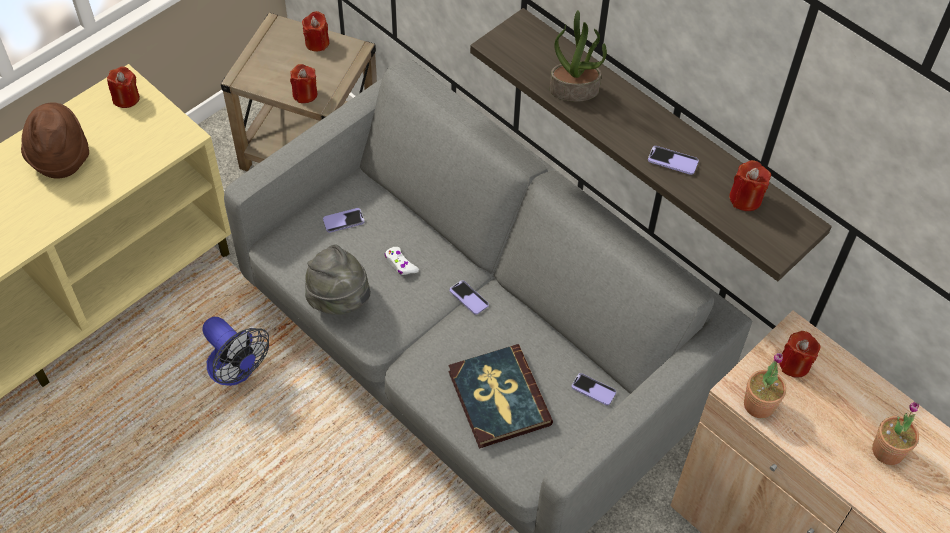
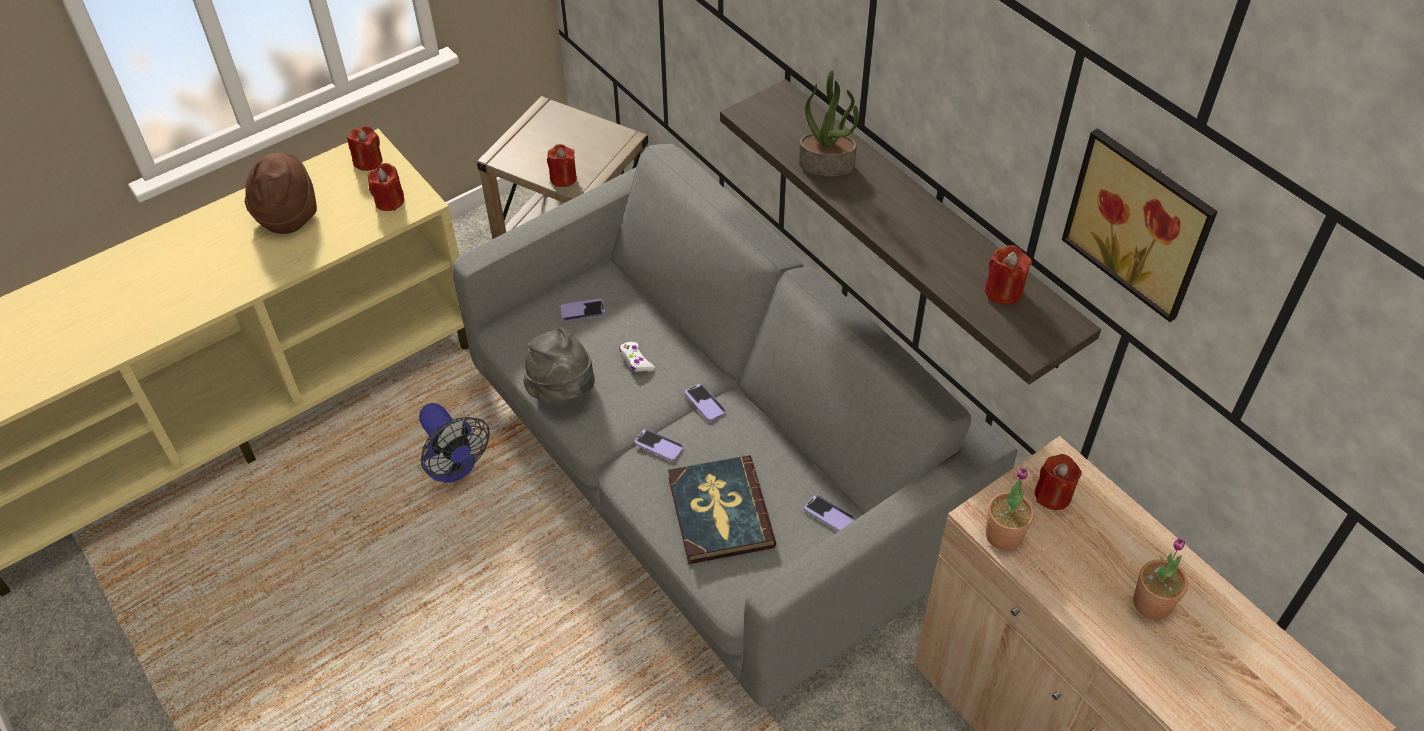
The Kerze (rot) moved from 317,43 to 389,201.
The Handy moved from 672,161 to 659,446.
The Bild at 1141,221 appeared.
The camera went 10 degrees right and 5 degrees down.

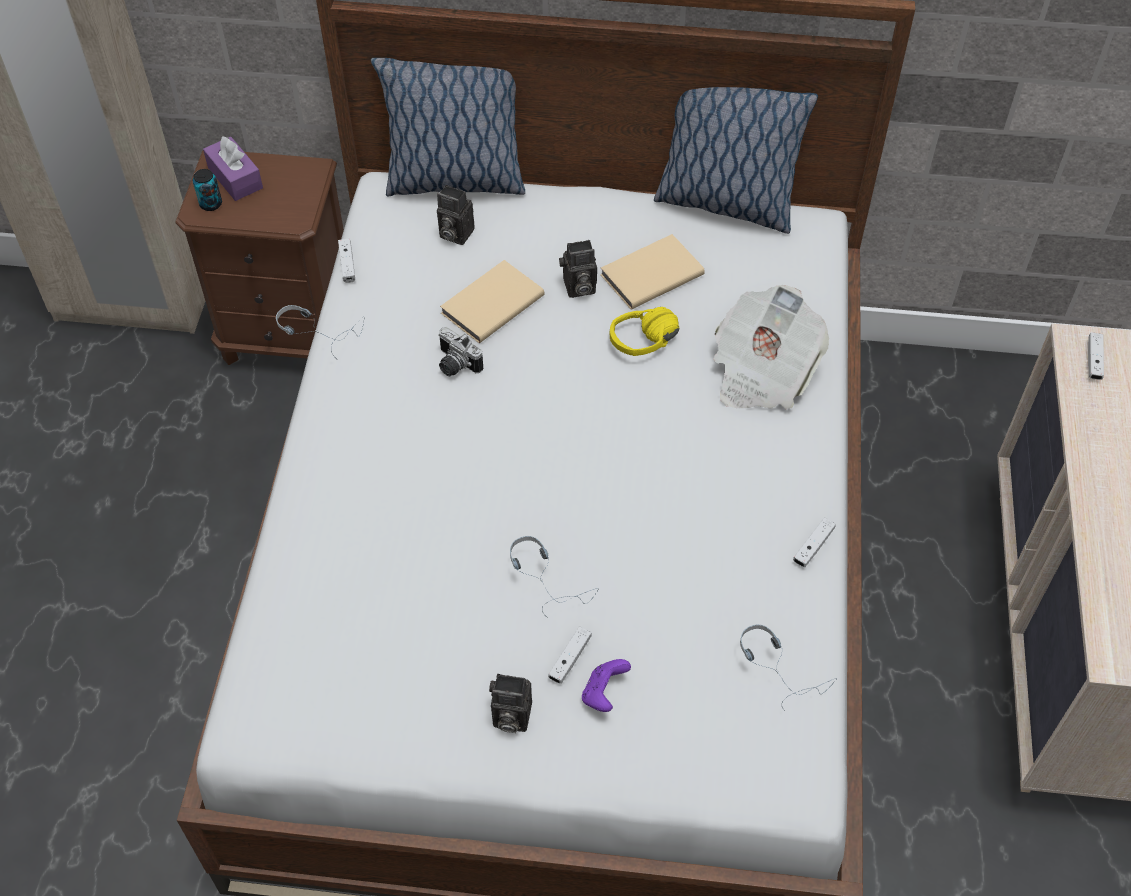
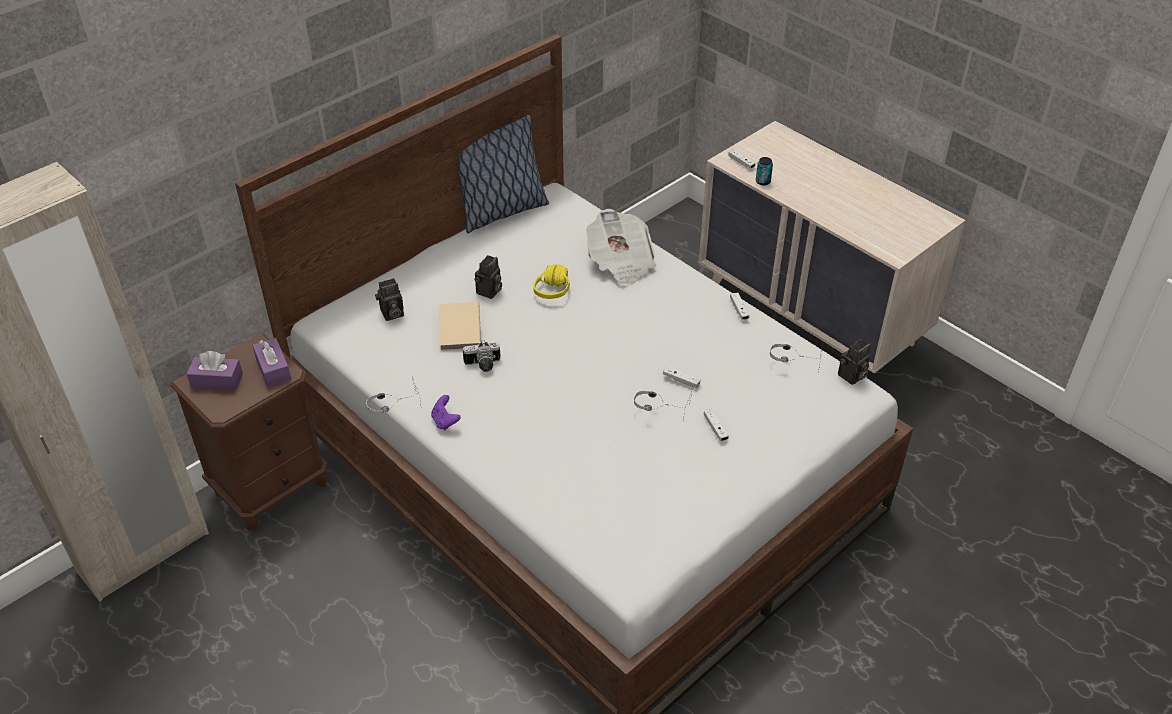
The Dose moved from 211,204 to 763,181.
The Gamepad (weiß) moved from 347,264 to 681,380.
The Kissen at 454,181 disappeared.
The Kamera moved from 509,717 to 852,377.
The Gamepad (lila) moved from 603,693 to 445,421.
The Buch (beige) at 649,274 disappeared.
The Taschentuchbox (lila) at 273,369 appeared.
The camera went 50 degrees left and 10 degrees down.

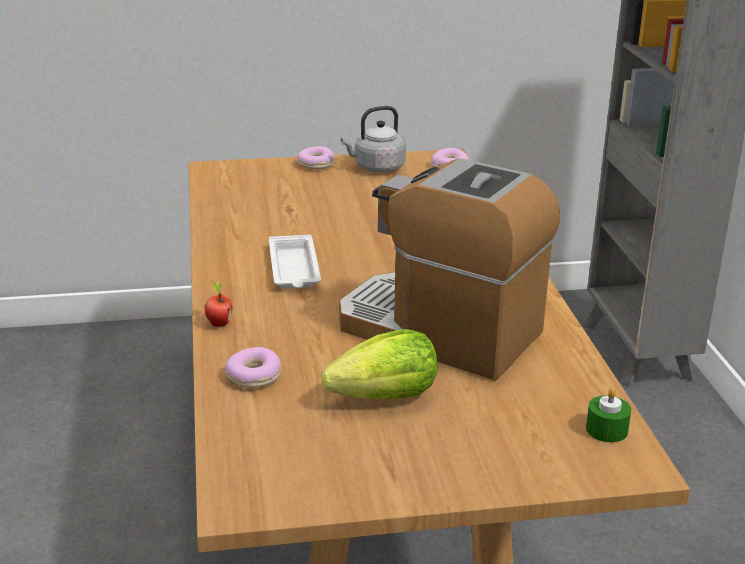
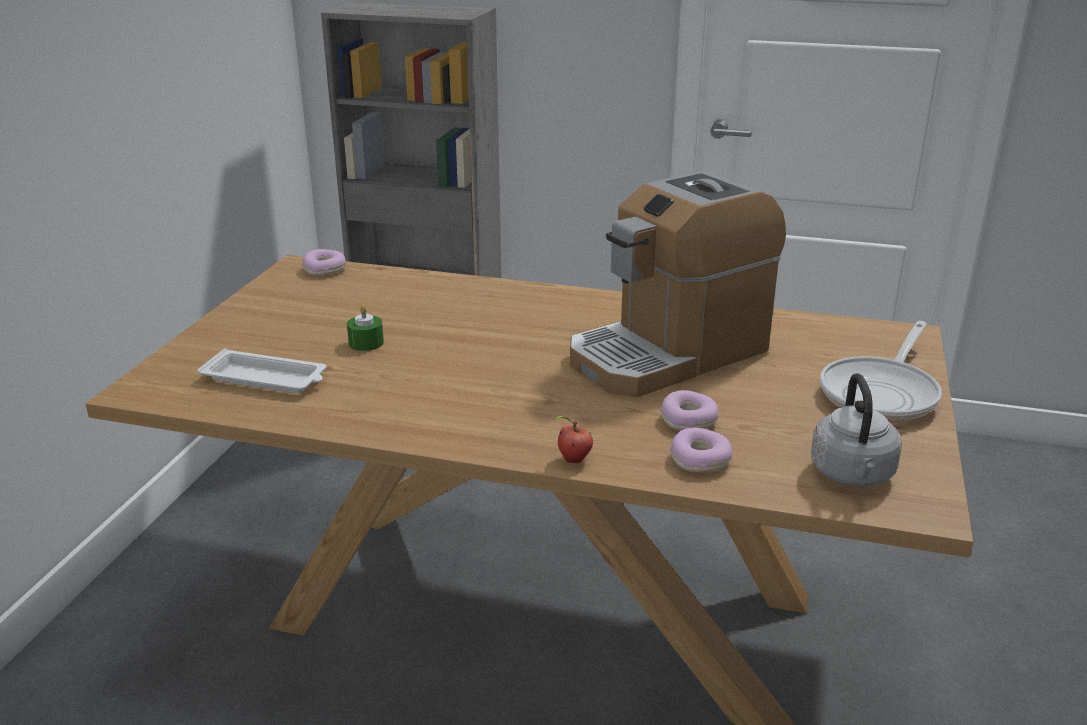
The Tablett (weiß) moved from 294,269 to 266,379.
The Donut moved from 316,165 to 688,420.
The Salatkopf at 386,398 disappeared.
The Wasserkessel (grau) moved from 376,168 to 852,475.
The Kerze (grün) moved from 606,430 to 366,343.
The Pfanne at 882,393 appeared.
The camera went 65 degrees left and 0 degrees up.

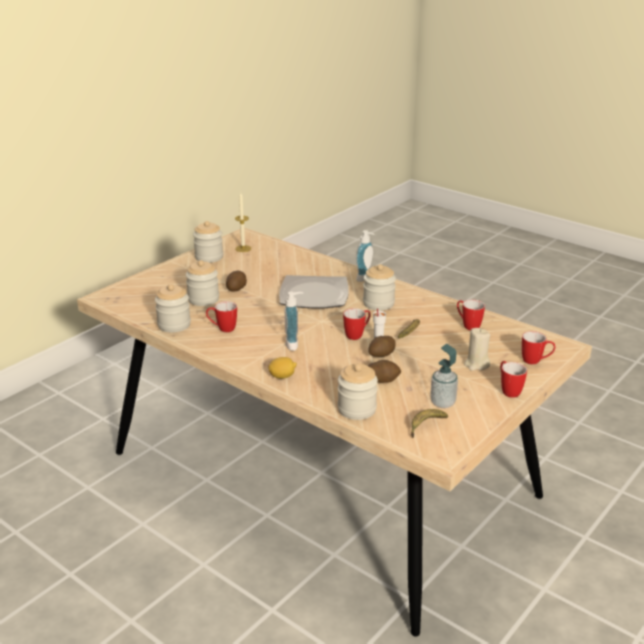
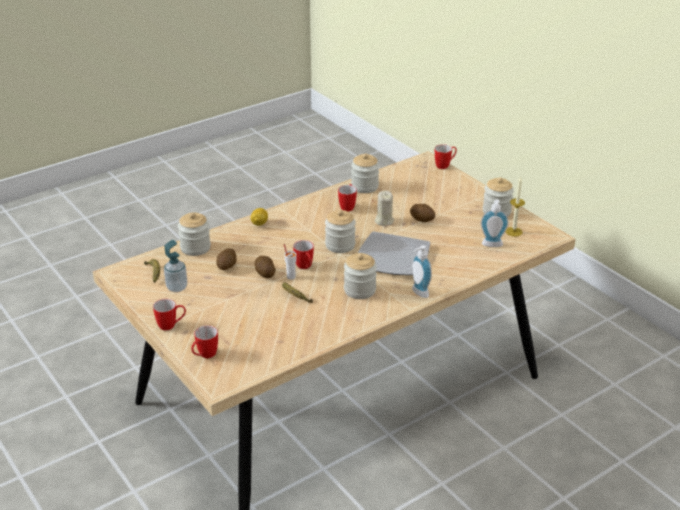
The Vorratsglas moved from 203,299 to 340,245.
The Seifenspender moved from 294,344 to 492,246.
The Henkelbecher moved from 468,325 to 445,165.
The Kerze (beige) moved from 476,364 to 384,221.
The camera went 105 degrees right and 5 degrees up.

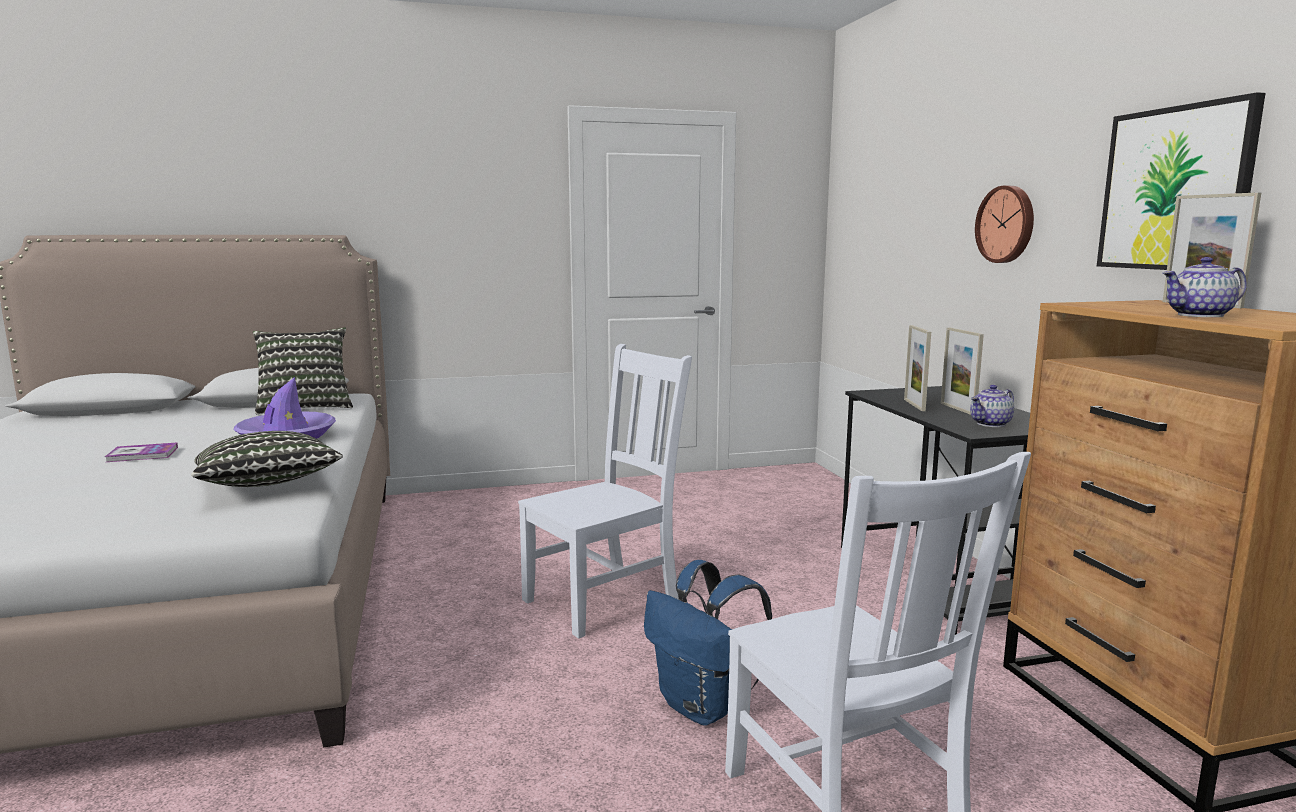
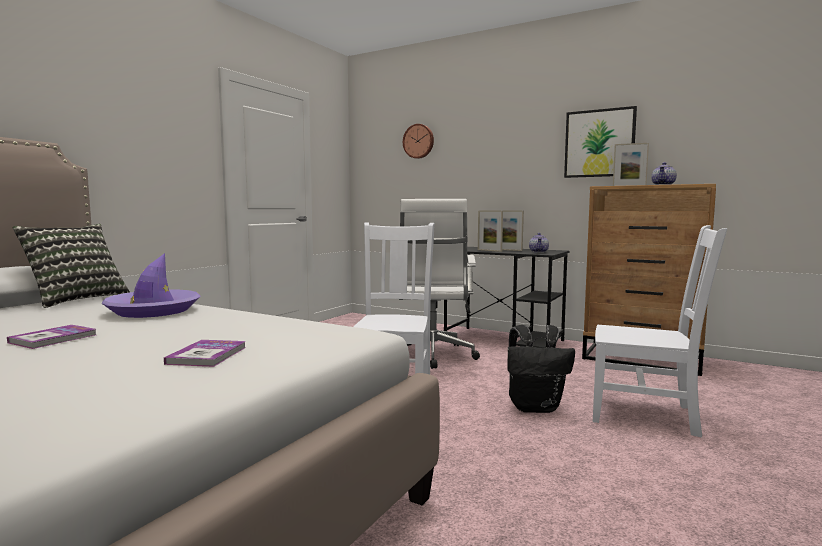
The Kissen at 267,485 disappeared.
The Rucksack (blau) at 704,707 became the Rucksack (schwarz) at 535,407.
The Wanduhr moved from 1007,224 to 419,141.
The Buch at 207,355 appeared.
The Bürostuhl (weiß) at 432,356 appeared.
The camera went 45 degrees left and 5 degrees down.

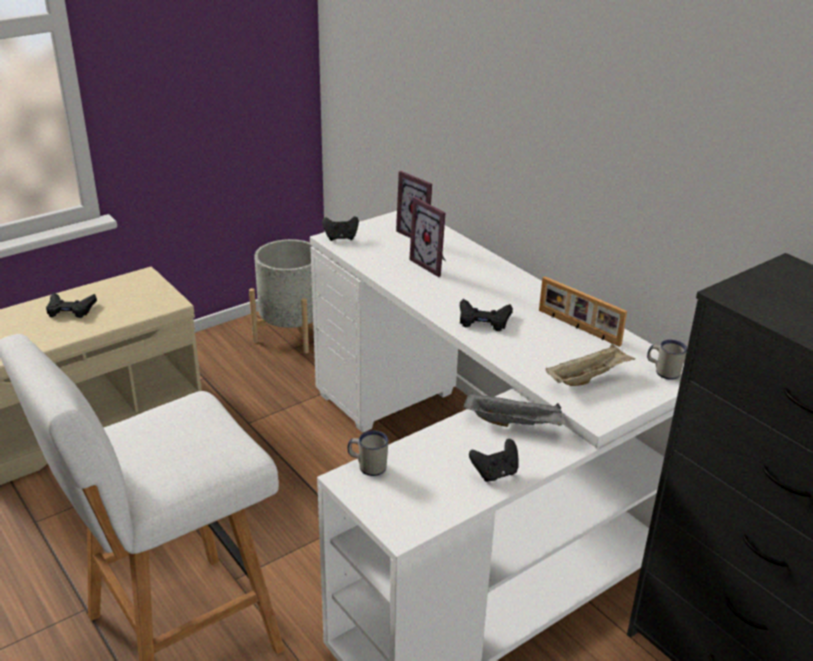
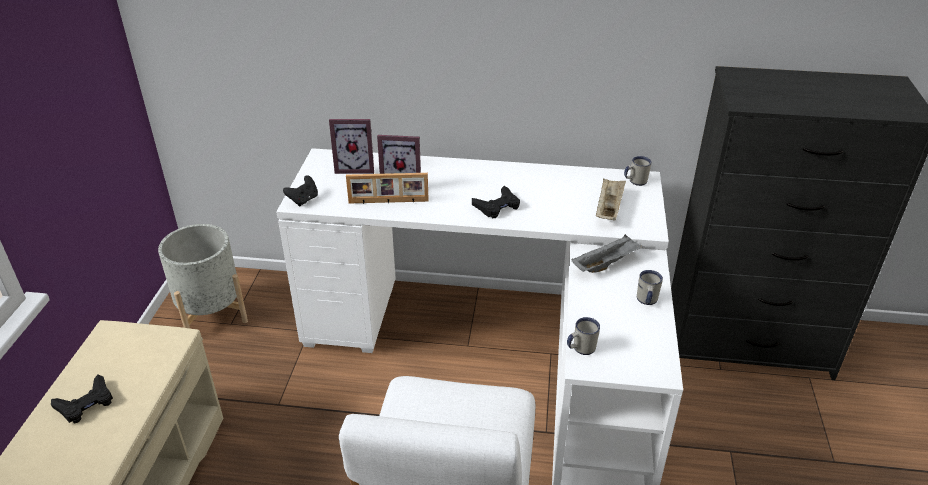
The Gamepad (schwarz) at 495,473 was replaced by the Henkelbecher (weiß) at 646,301.
The Bilderrahmen moved from 578,328 to 388,202.
The camera went 45 degrees left and 5 degrees up.

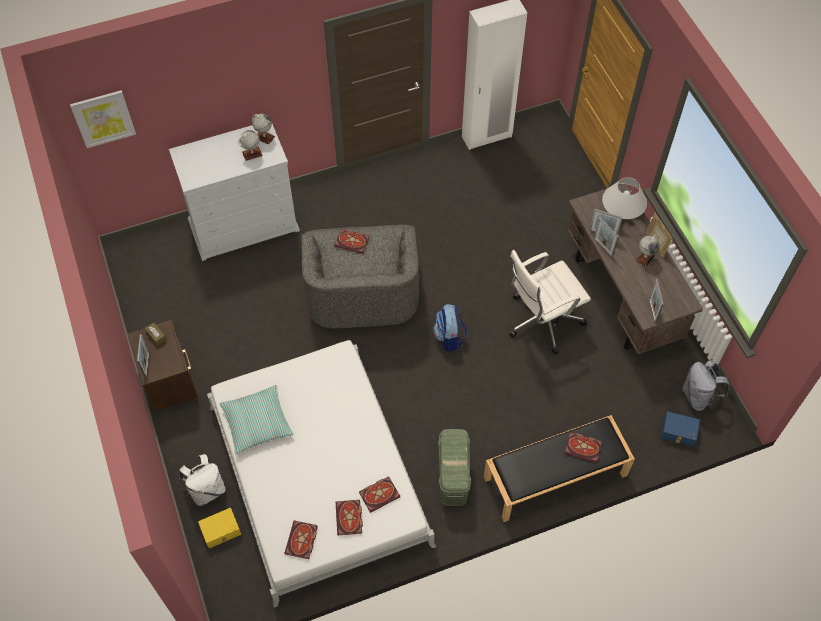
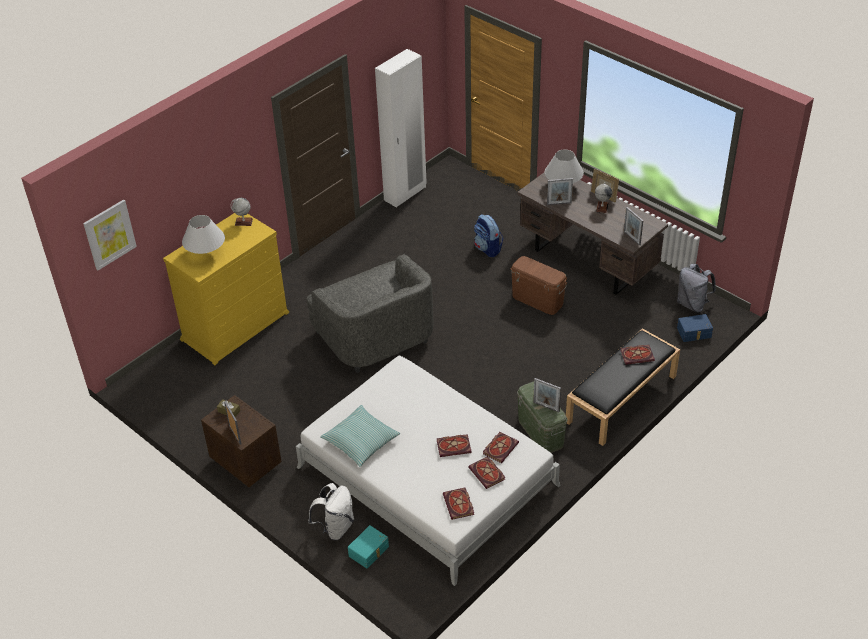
The Kommode (weiß) at 244,225 became the Kommode (gelb) at 235,326.
The Aufbewahrungsbox (gelb) at 221,531 became the Aufbewahrungsbox (türkis) at 369,551.
The Globus at 252,154 disappeared.
The Buch moved from 353,242 to 454,446.
The Rucksack moved from 449,337 to 488,249.
The Bürostuhl (weiß) at 542,320 was replaced by the Aufbewahrungsbox (braun) at 537,300.
The Bilderrahmen moved from 603,247 to 546,407.
The Tischlampe (weiß) at 206,253 appeared.
The camera went 25 degrees left and 15 degrees down.

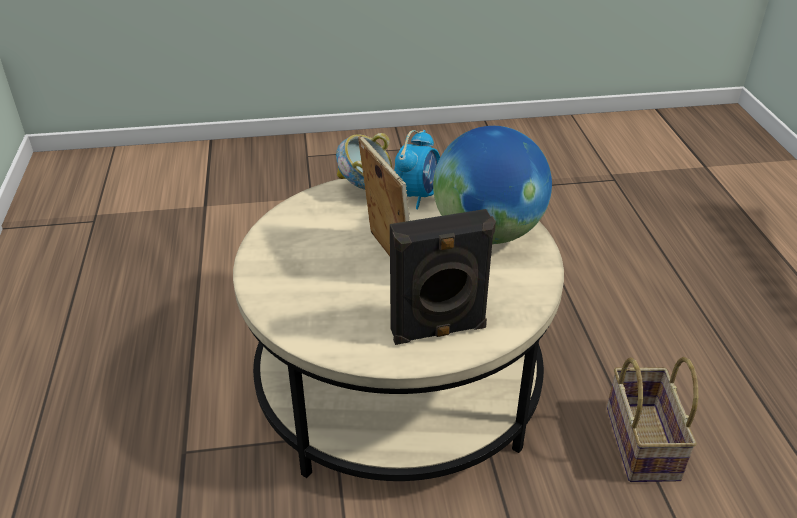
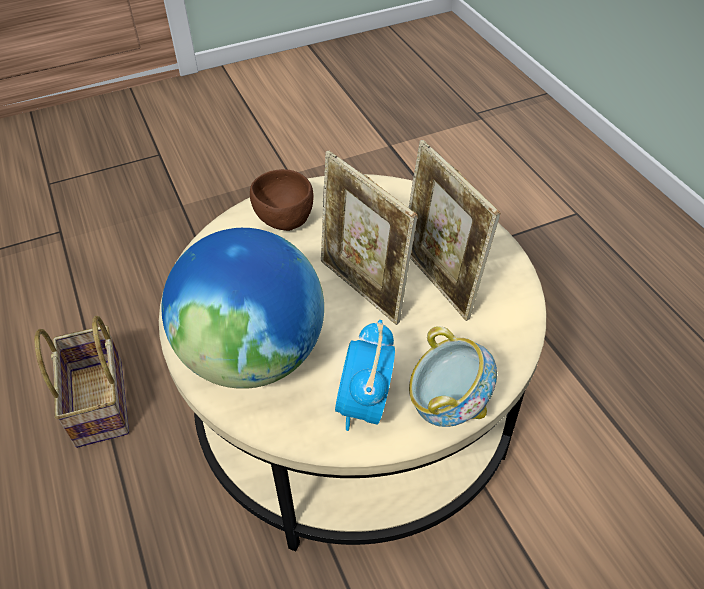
The Lautsprecher (schwarz) at 439,331 was replaced by the Schüssel (braun) at 283,220.
The Bilderrahmen at 439,282 appeared.
The camera went 165 degrees right and 10 degrees up.

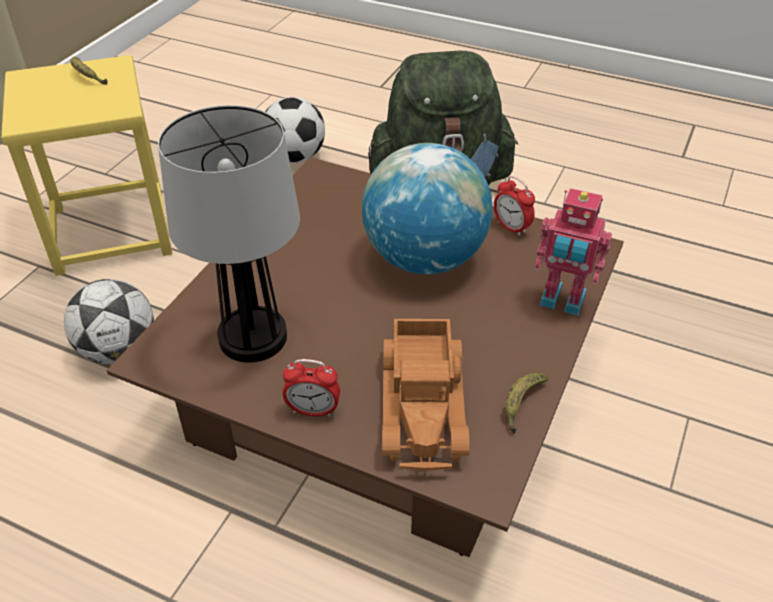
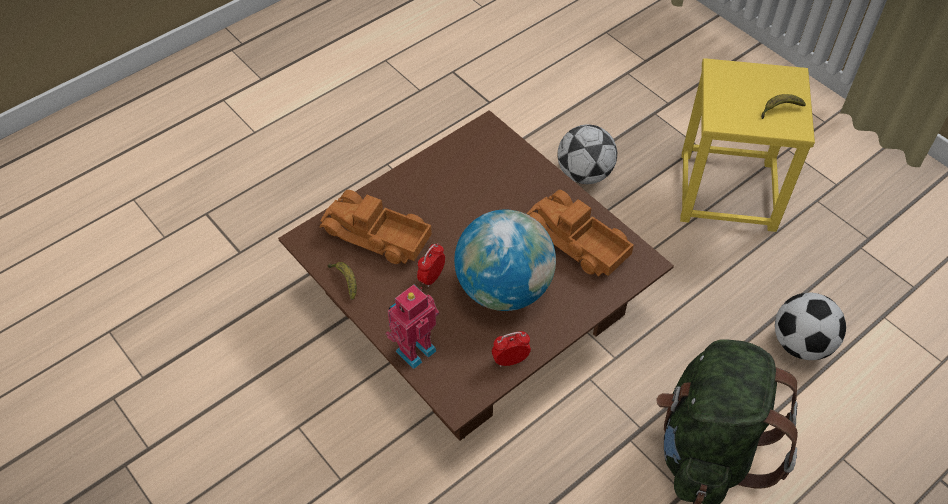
The Tischlampe at 253,338 disappeared.
The Wecker moved from 313,410 to 432,277.
The Spielzeuglaster at 576,242 appeared.
The camera went 115 degrees right and 10 degrees up.

